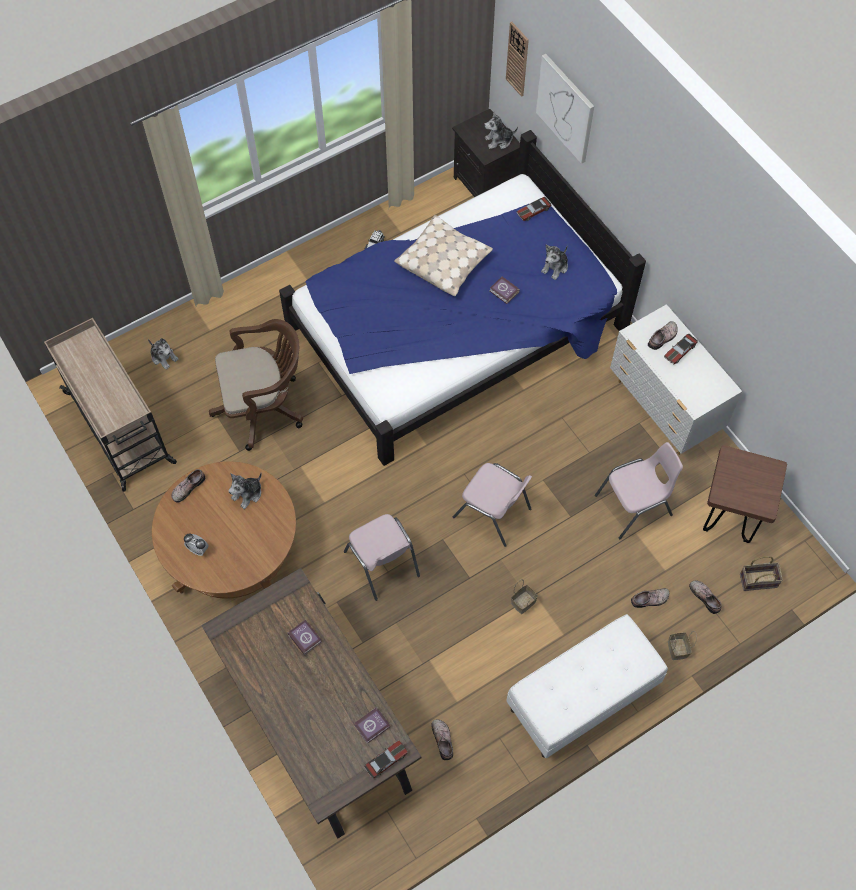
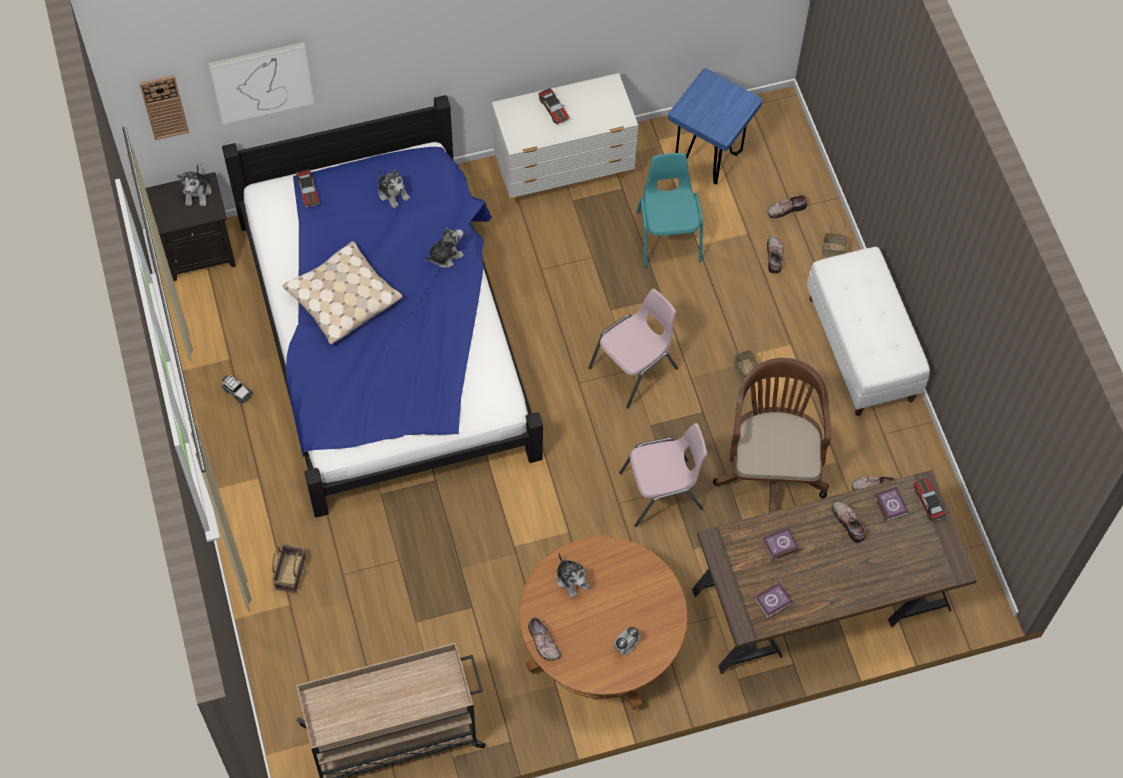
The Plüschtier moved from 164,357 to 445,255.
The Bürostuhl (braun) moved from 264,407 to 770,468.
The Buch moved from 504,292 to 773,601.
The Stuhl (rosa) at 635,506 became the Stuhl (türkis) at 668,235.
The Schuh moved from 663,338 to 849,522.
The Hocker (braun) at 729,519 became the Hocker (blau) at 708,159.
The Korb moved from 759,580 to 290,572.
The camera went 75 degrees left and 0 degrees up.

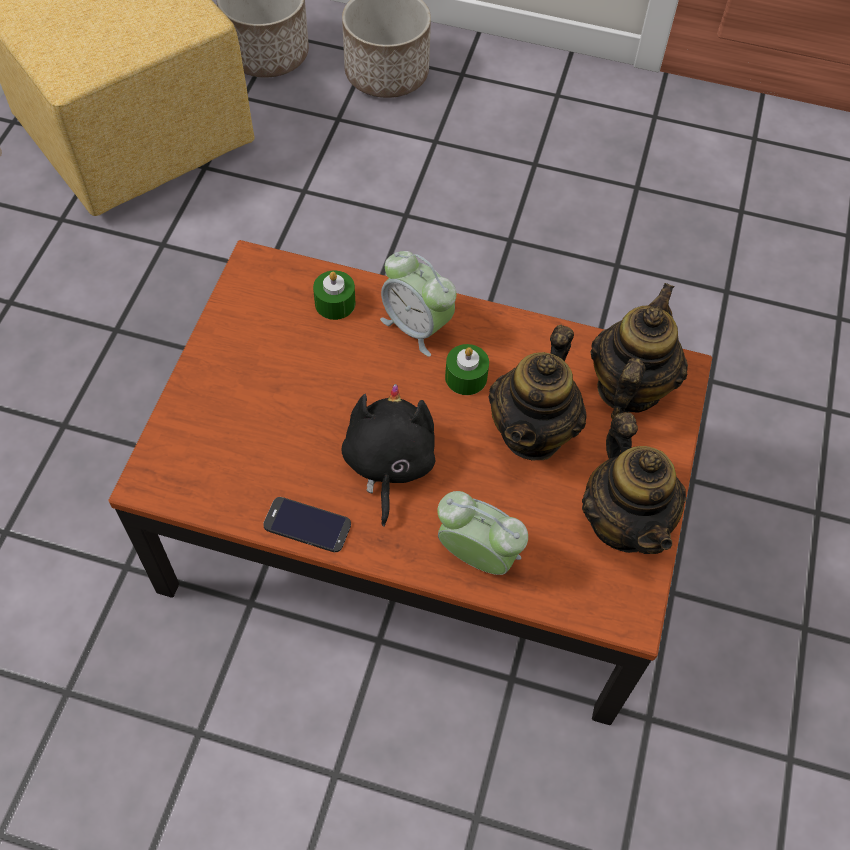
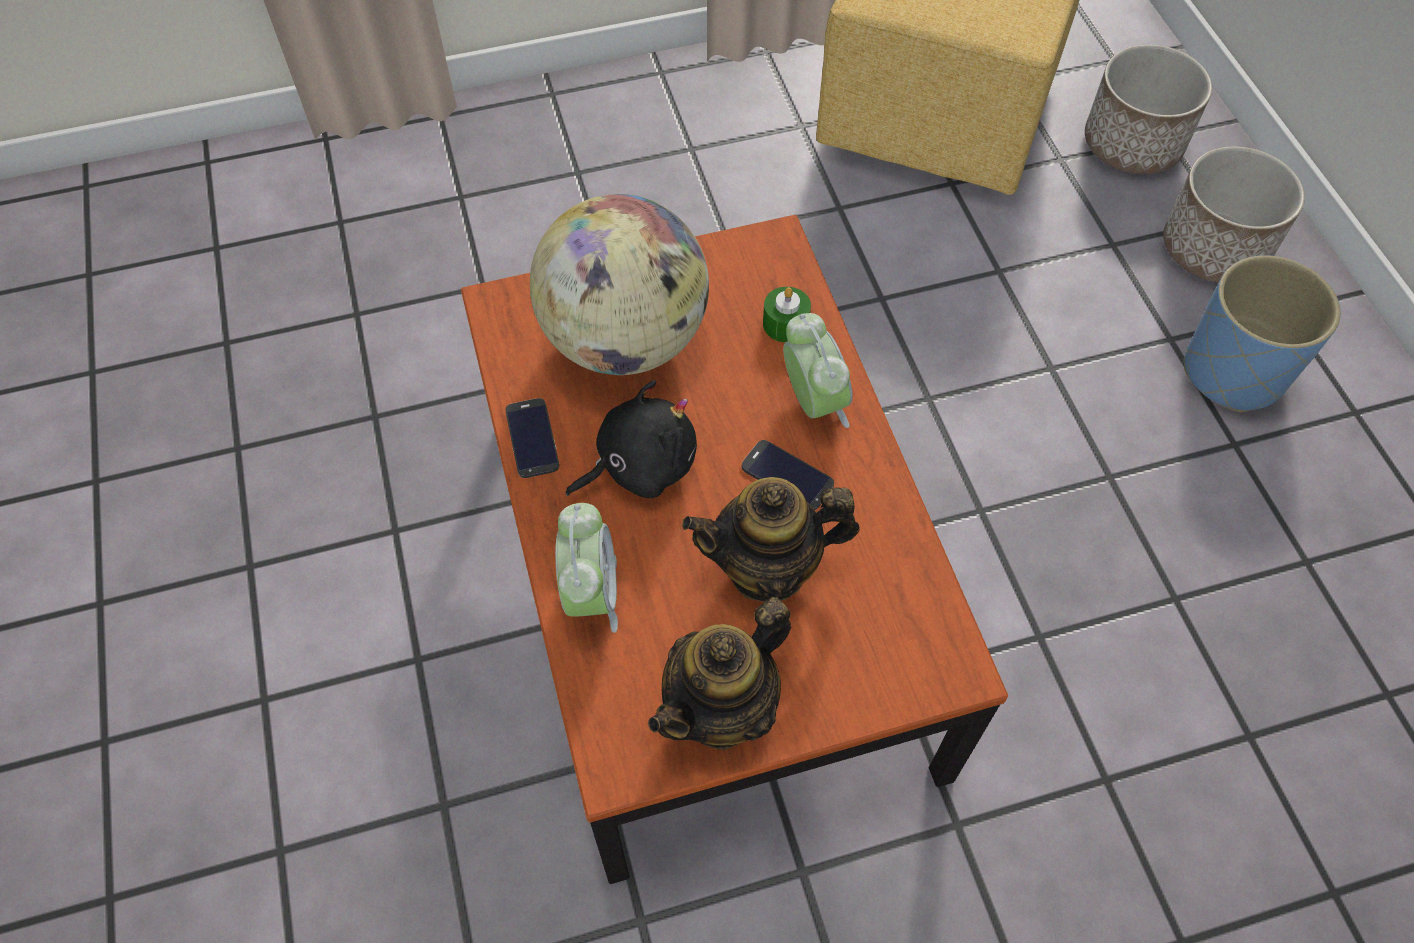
The Wecker at 417,326 turned 150 degrees clockwise.
The Kerze (grün) at 466,377 was replaced by the Handy at 787,475.
The Teekanne at 628,388 disappeared.
The Globus at 625,340 appeared.
The Pflanzkübel (blau) at 1233,371 appeared.
The camera went 60 degrees right and 0 degrees up.

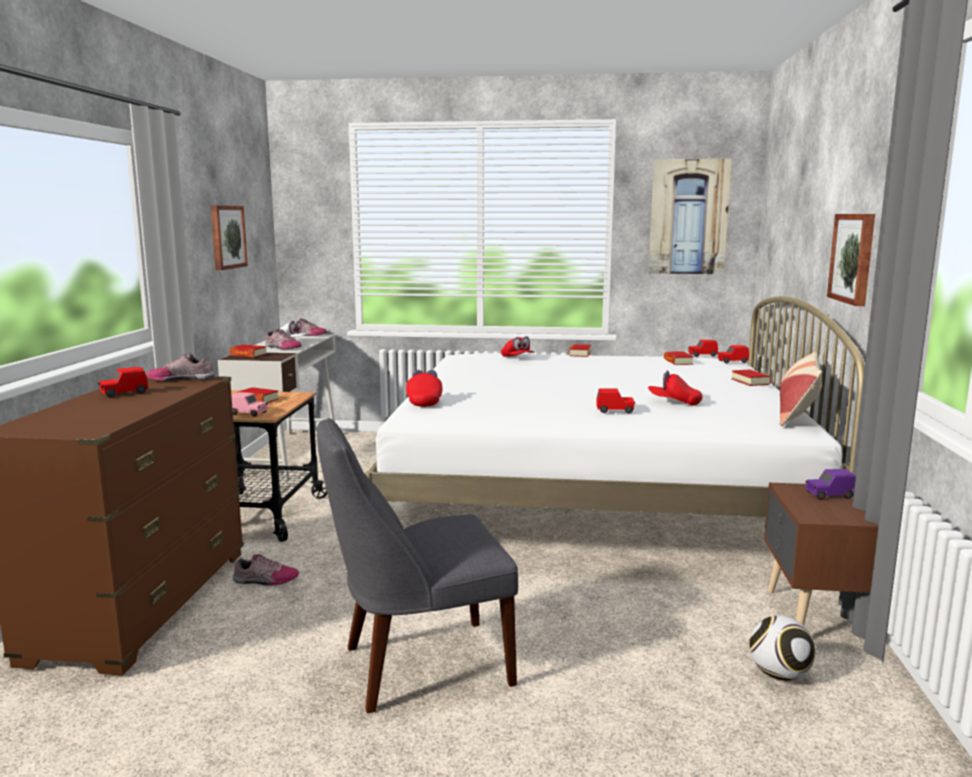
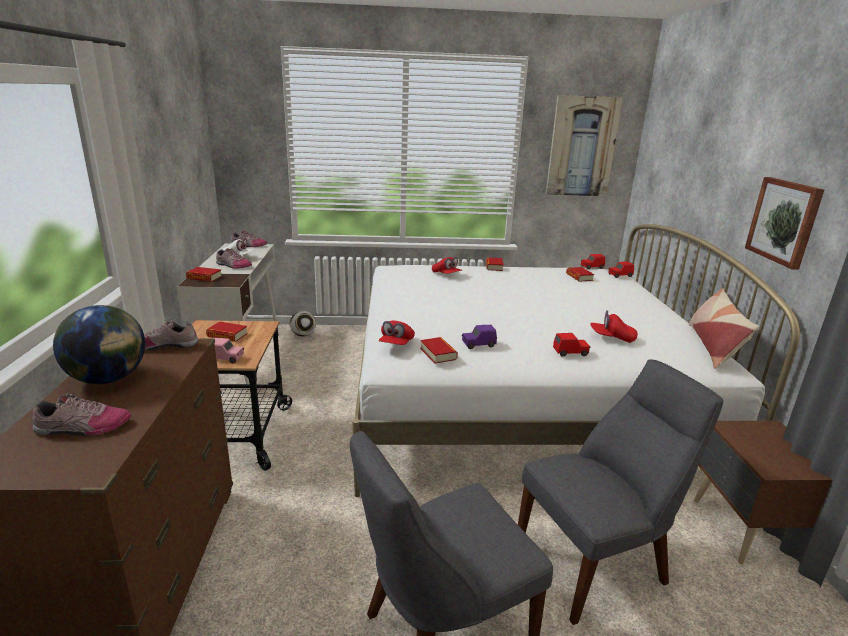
The Spielzeugauto (rot) at 124,393 was replaced by the Globus at 109,379.
The Bild at 227,237 disappeared.
The Schuh moved from 265,580 to 83,428.
The Kappe (rot) at 424,401 turned 150 degrees counterclockwise.
The Buch moved from 750,381 to 438,354.
The Fußball moved from 780,675 to 303,335.
The Spielzeugauto (lila) moved from 829,495 to 478,344.
The Stuhl (grau) at 596,563 appeared.
The camera went 10 degrees left and 10 degrees up.

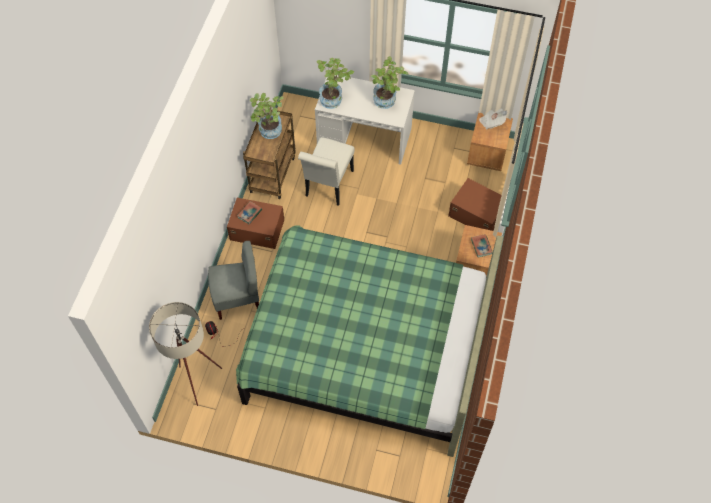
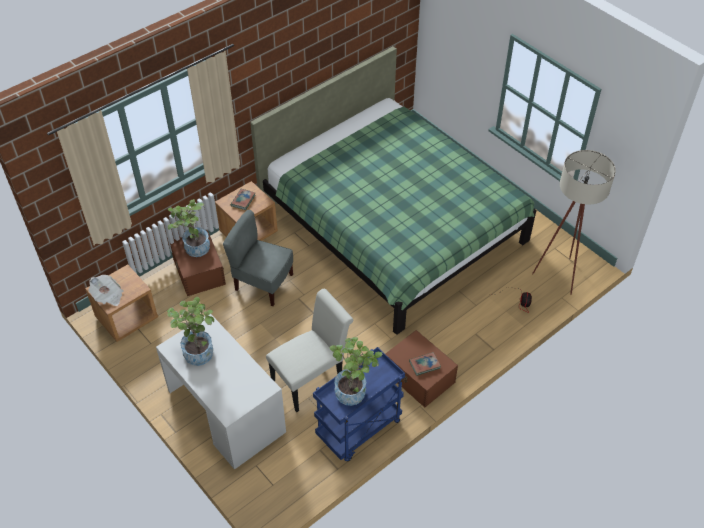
The Stuhl (grau) moved from 237,298 to 263,283.
The Rollwagen (braun) at 272,173 became the Rollwagen (blau) at 359,430.
The Topfpflanze moved from 334,99 to 193,247.
The camera went 145 degrees left and 10 degrees down.

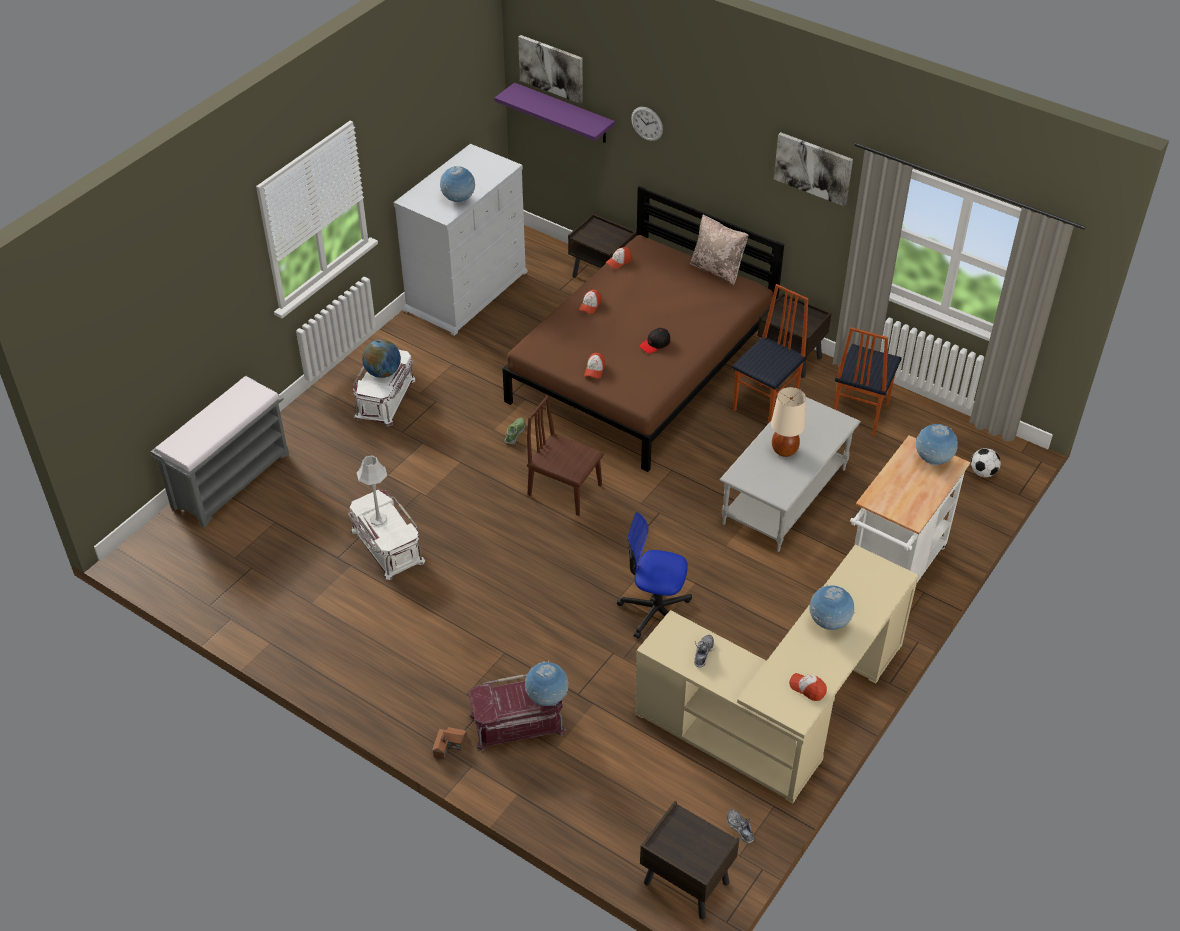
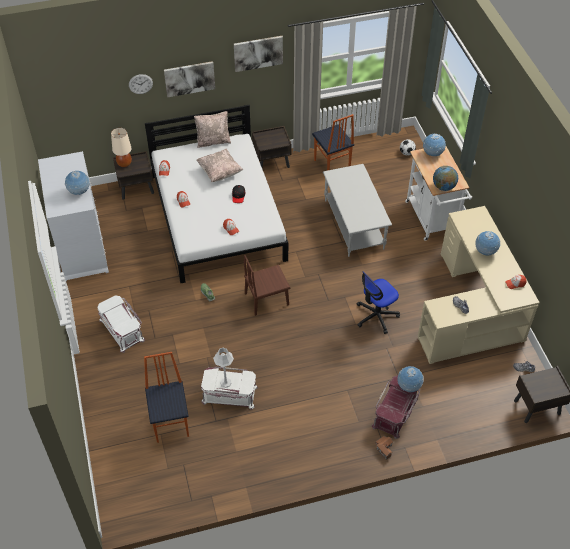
The Bank (grau) at 231,480 disappeared.
The Globus moved from 383,372 to 443,187.
The Wandregal (lila) at 564,113 disappeared.
The Bett (braun) at 642,368 became the Bett (weiß) at 218,217.
The Bild moved from 551,68 to 189,78.
The Stuhl moved from 766,405 to 171,423.
The Tischlampe (beige) moved from 784,450 to 124,164.
The Kissen (beige) at 220,172 appeared.
The camera went 50 degrees left and 5 degrees up.

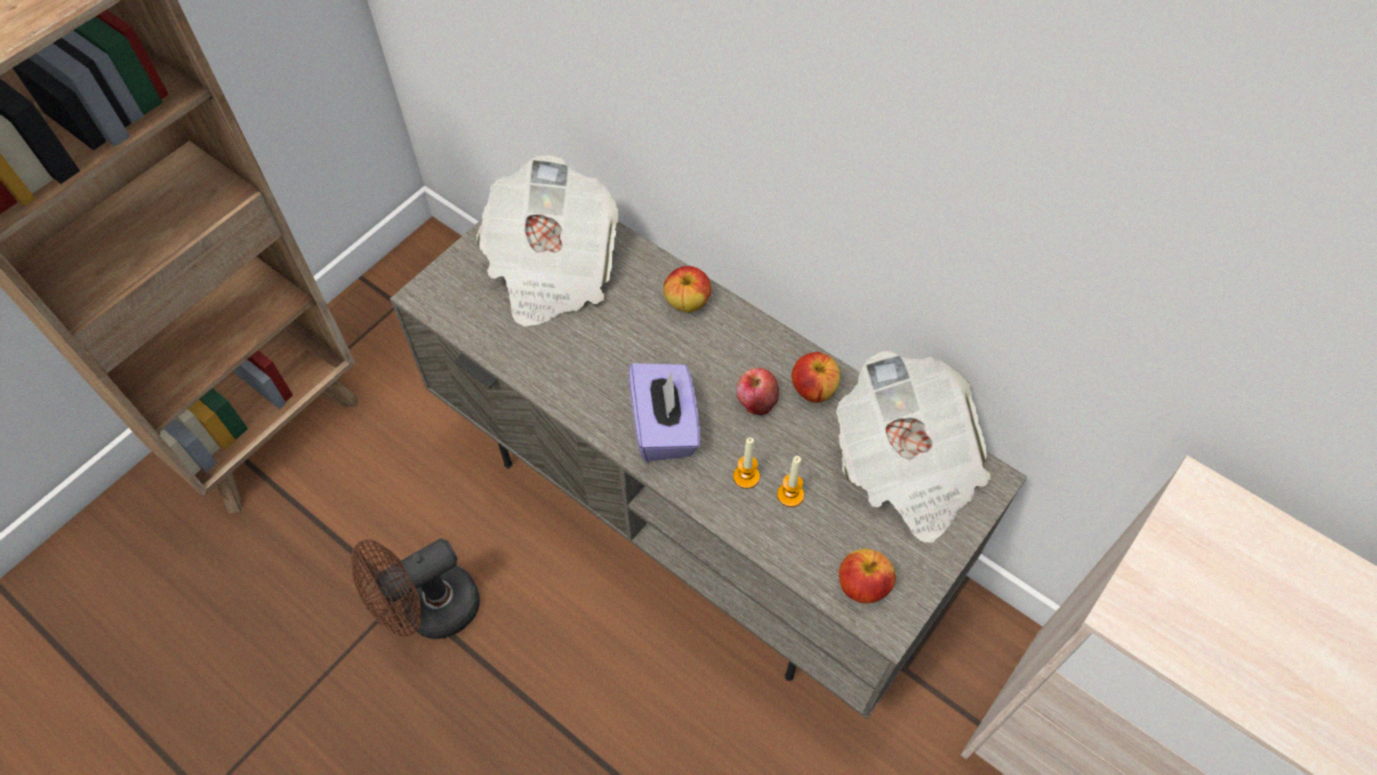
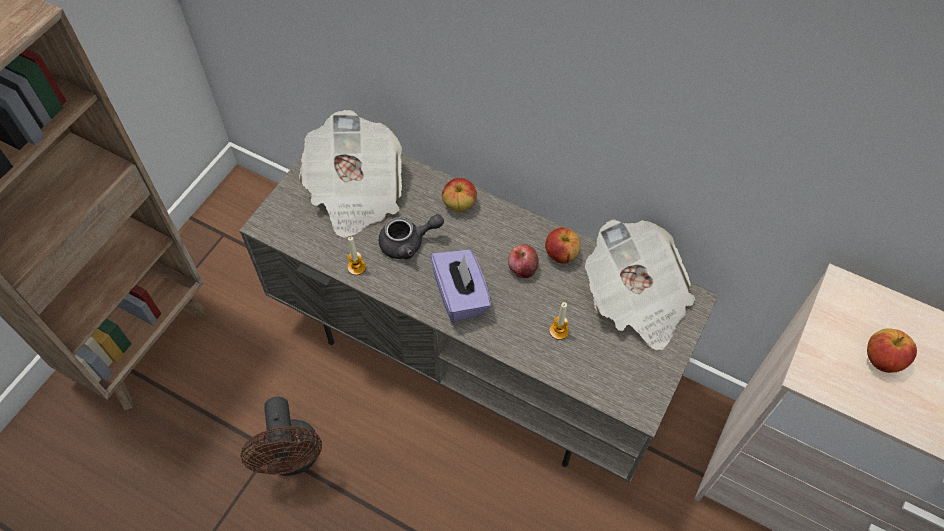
The Ventilator (braun) at 430,611 turned 60 degrees counterclockwise.
The Kerze moved from 746,476 to 356,267.
The Apfel moved from 862,586 to 882,360.
The Teekanne (grau) at 408,243 appeared.
The camera went 10 degrees left and 0 degrees up.

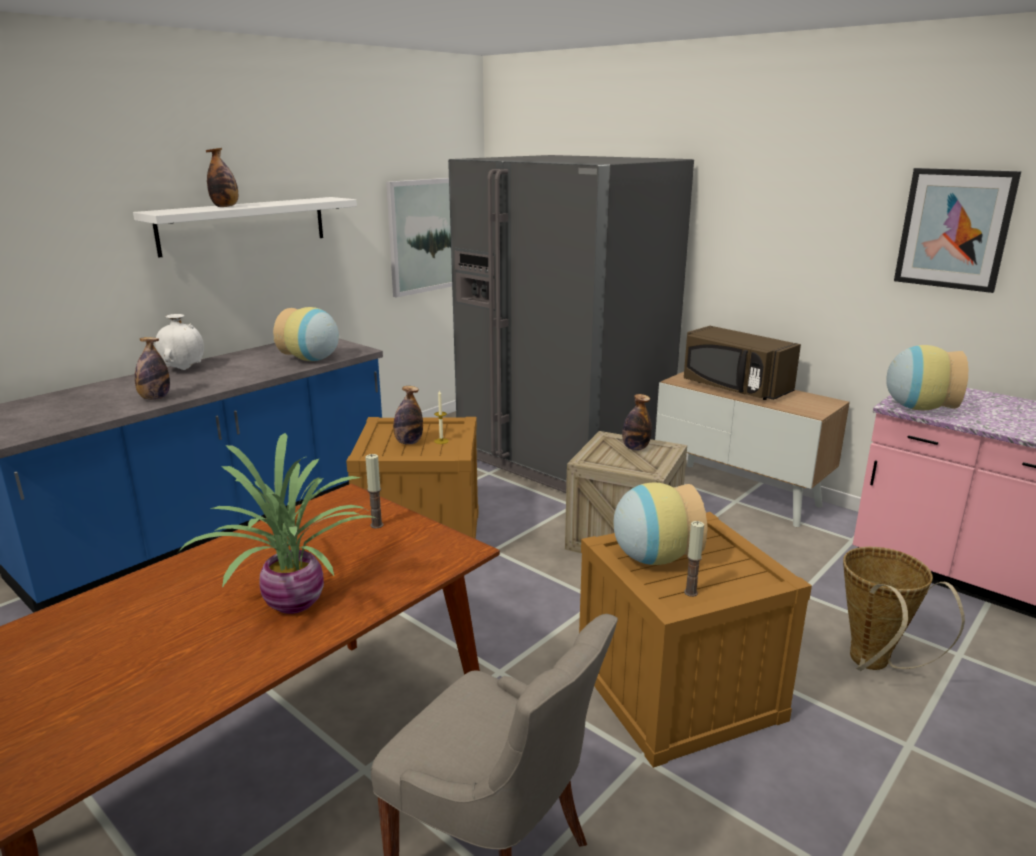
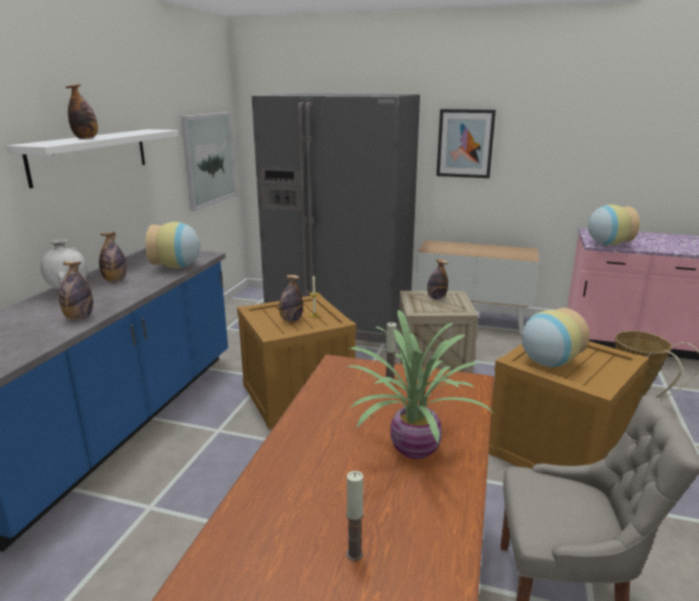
The Mikrowelle (braun) at 734,388 disappeared.
The Kerze moved from 690,592 to 354,554.
The Bild moved from 954,229 to 465,143.
The Flasche at 115,280 appeared.
The camera went 25 degrees left and 0 degrees up.

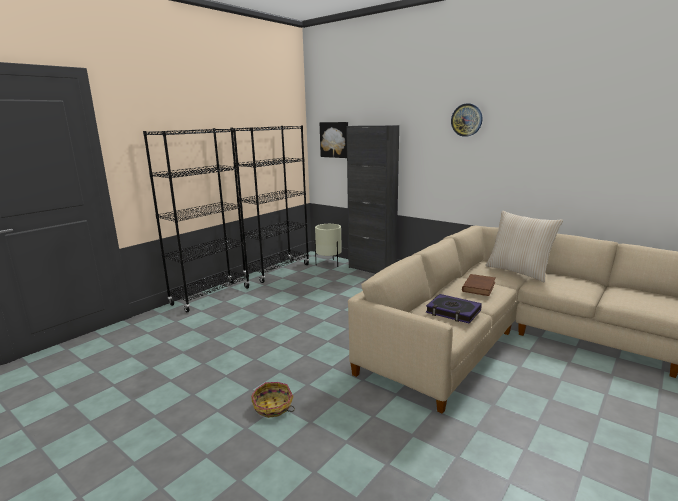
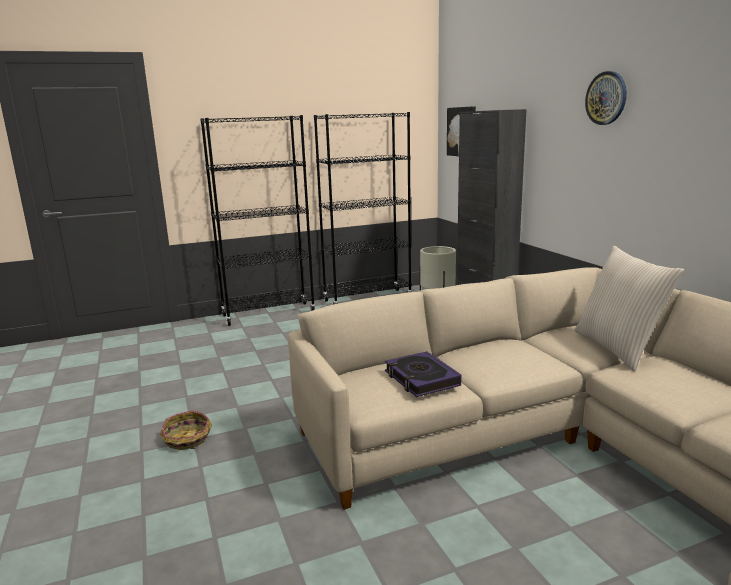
The Buch (braun) at 479,287 disappeared.
The camera went 30 degrees right and 0 degrees up.

